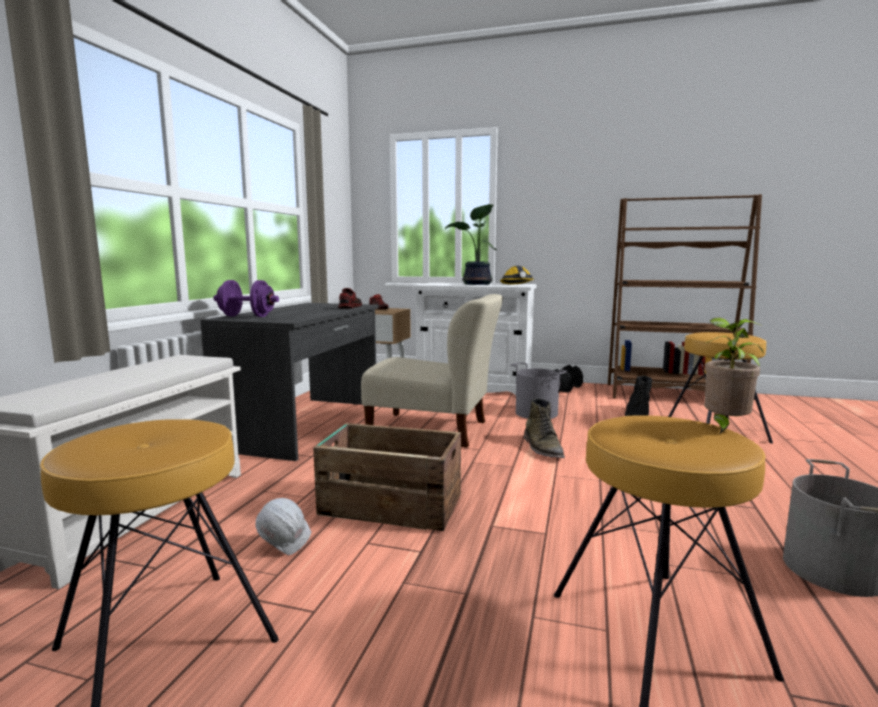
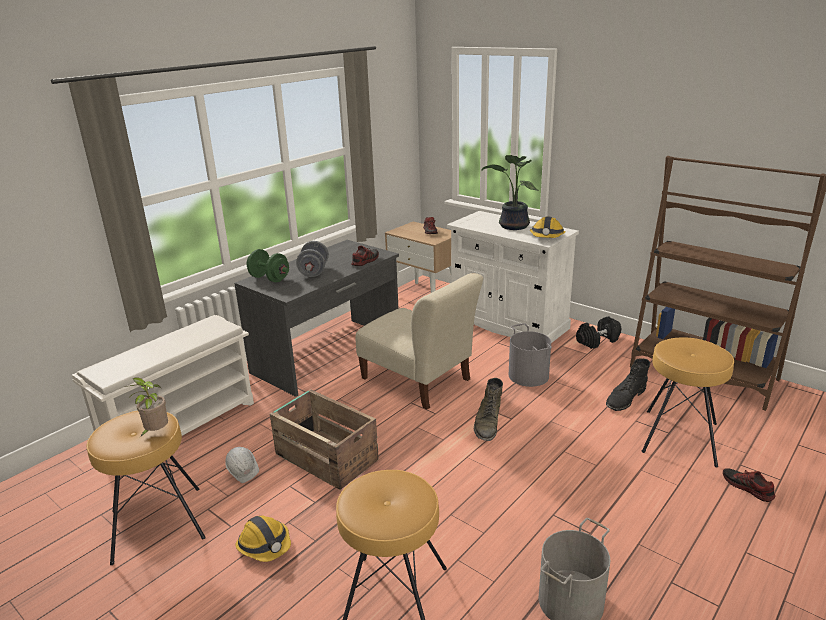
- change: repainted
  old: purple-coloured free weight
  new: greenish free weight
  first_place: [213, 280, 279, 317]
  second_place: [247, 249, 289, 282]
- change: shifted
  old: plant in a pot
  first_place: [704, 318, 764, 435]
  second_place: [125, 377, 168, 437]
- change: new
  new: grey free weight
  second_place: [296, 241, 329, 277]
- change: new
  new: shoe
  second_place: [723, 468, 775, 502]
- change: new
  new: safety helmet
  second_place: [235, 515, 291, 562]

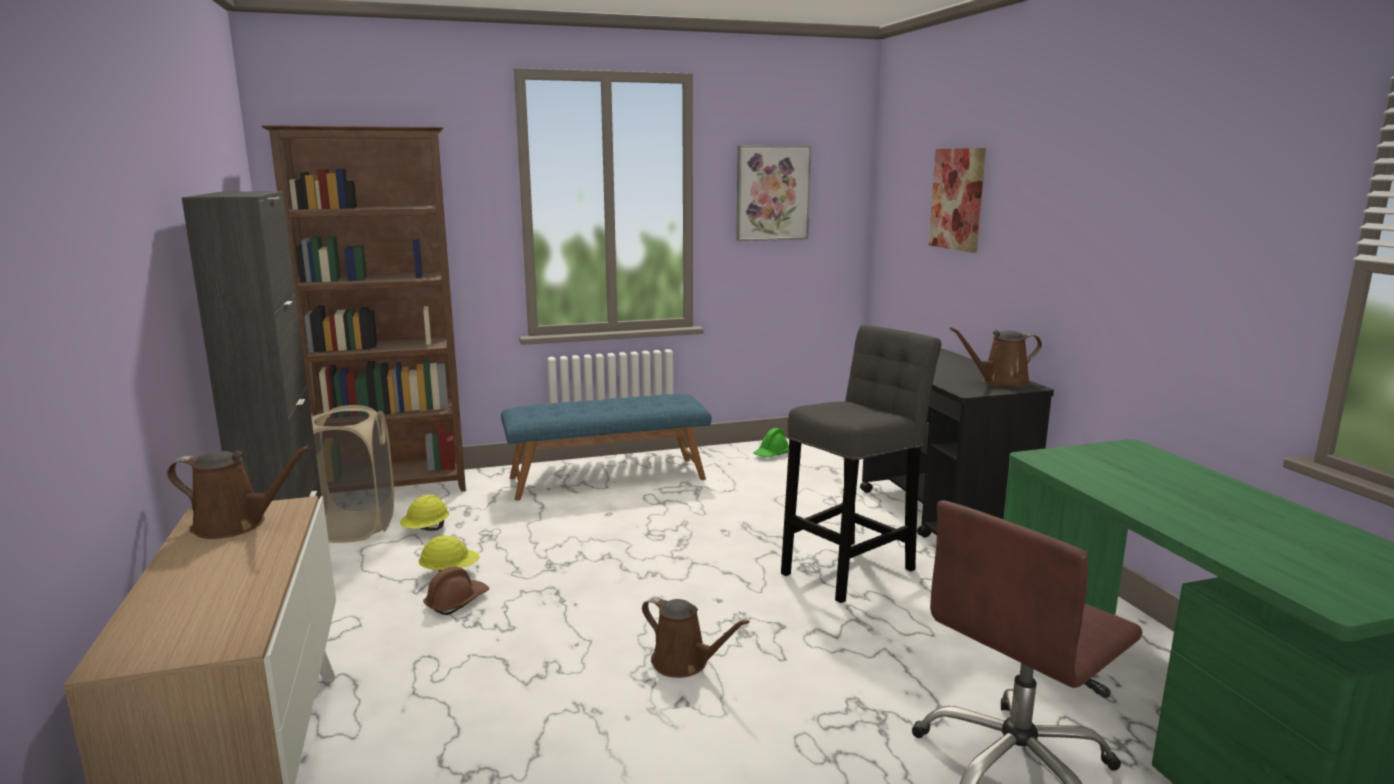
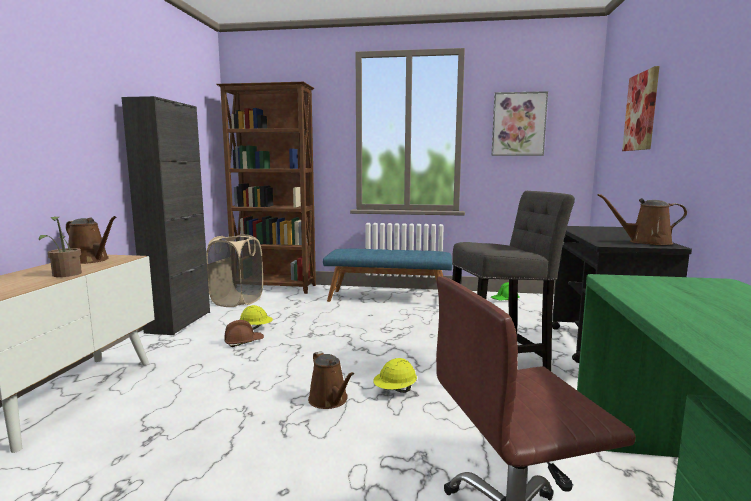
- change: shifted
  old: yellow safety helmet
  first_place: [400, 495, 449, 531]
  second_place: [373, 358, 417, 393]
- change: new
  new: plant in a pot
  second_place: [39, 216, 82, 277]

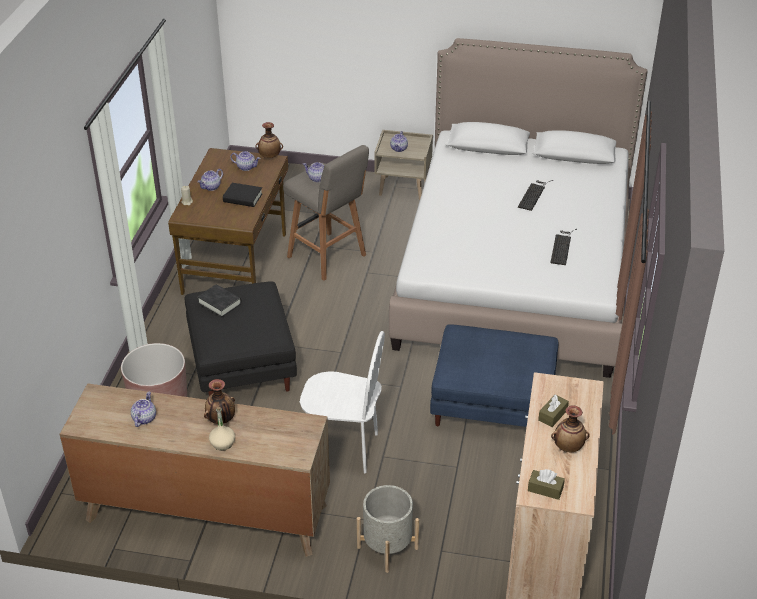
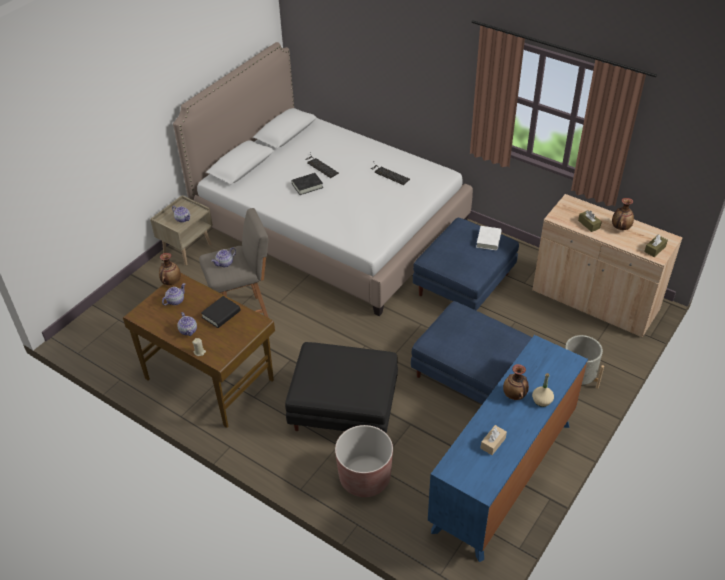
- change: shifted
  old: blackish book
  first_place: [197, 284, 241, 317]
  second_place: [291, 173, 323, 195]
- change: swapped
  old: white-coloured plain chair
  new: bluish pouffe
  first_place: [300, 331, 385, 473]
  second_place: [411, 301, 532, 404]
- change: repainted
  old: brown-coloured dresser
  new: bluish dresser
  first_place: [59, 383, 330, 557]
  second_place: [428, 335, 588, 562]
- change: swapped
  old: pot for tea
  new: sand-coloured tissue box
  first_place: [131, 392, 156, 427]
  second_place: [481, 425, 507, 455]
- change: new
  new: white-coloured book
  second_place: [476, 226, 502, 250]

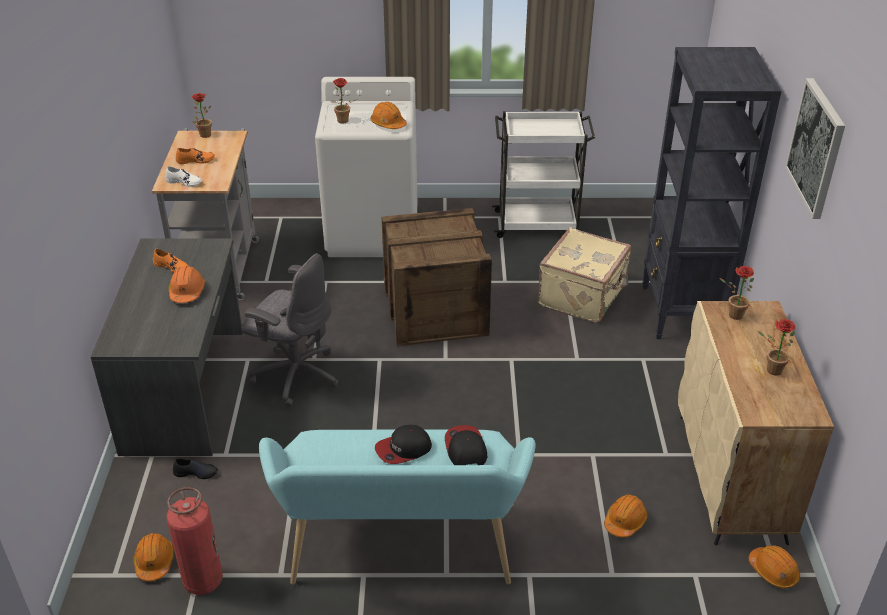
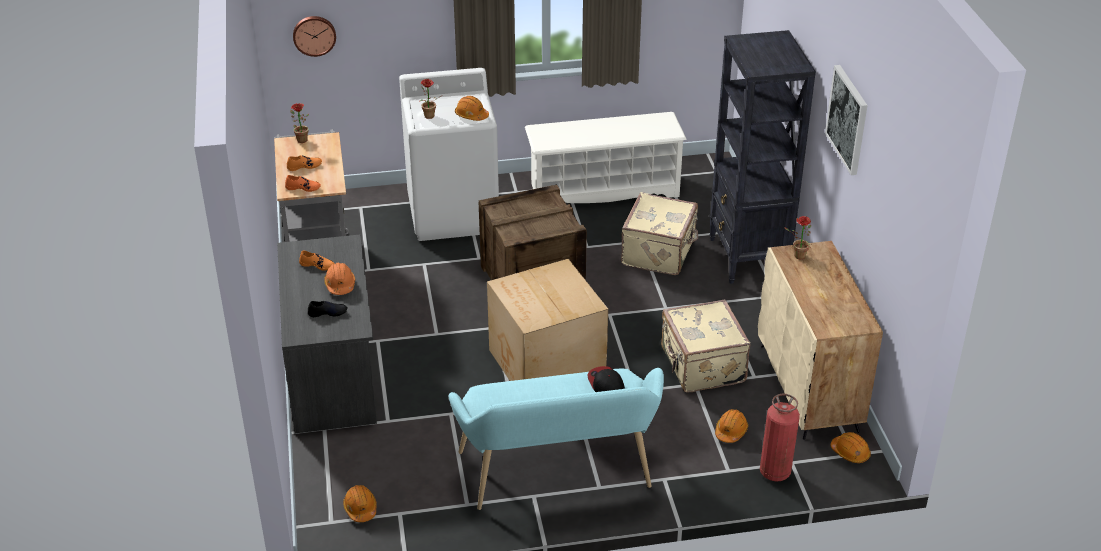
- change: swapped
  old: white-coloured trolley
  new: white-coloured shoe stand
  first_place: [492, 111, 595, 238]
  second_place: [525, 112, 687, 203]
- change: repainted
  old: white-coloured shoe
  new: orange shoe
  first_place: [165, 166, 202, 187]
  second_place: [285, 175, 321, 192]
- change: gone
  old: grey computer chair
  first_place: [241, 253, 339, 407]
- change: gone
  old: plant in a pot
  first_place: [757, 319, 795, 375]
- change: gone
  old: cap
  first_place: [375, 425, 432, 464]
- change: shifted
  old: blackish shoe
  first_place: [173, 459, 218, 479]
  second_place: [308, 301, 348, 317]
- change: shifted
  old: extinguisher
  first_place: [167, 487, 223, 595]
  second_place: [760, 394, 800, 481]
- change: new
  new: hanging clock
  second_place: [293, 16, 336, 57]
- change: new
  new: packing box
  second_place: [487, 259, 608, 381]
- change: new
  new: sand-coloured suitcase
  second_place: [661, 300, 751, 393]

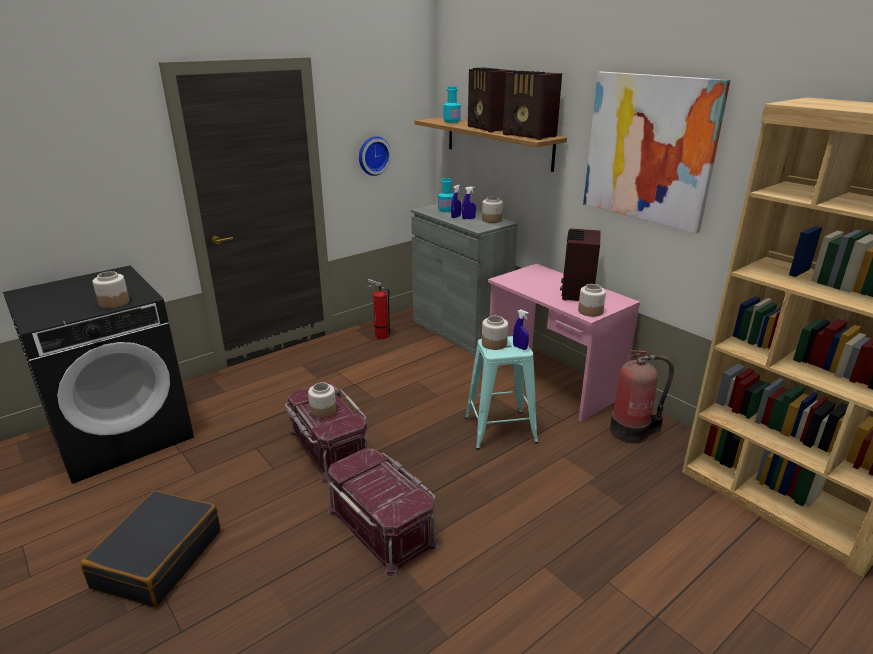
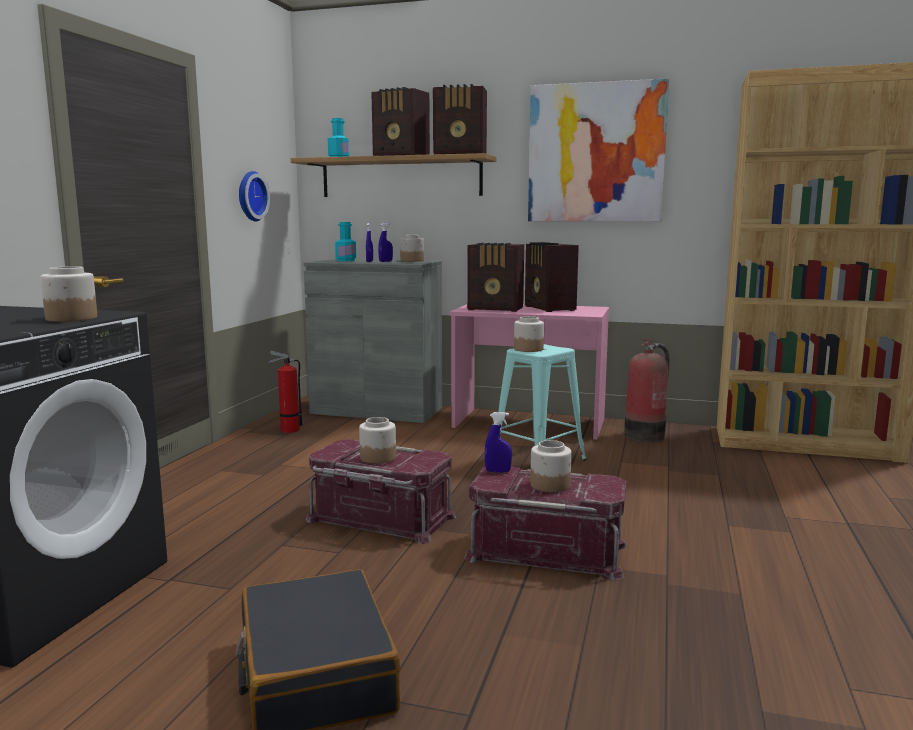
- change: shifted
  old: jar
  first_place: [578, 284, 606, 317]
  second_place: [530, 440, 572, 493]
- change: shifted
  old: bluish hand sprayer
  first_place: [513, 309, 529, 350]
  second_place: [485, 412, 512, 473]
- change: new
  new: radio set
  second_place: [467, 243, 524, 312]

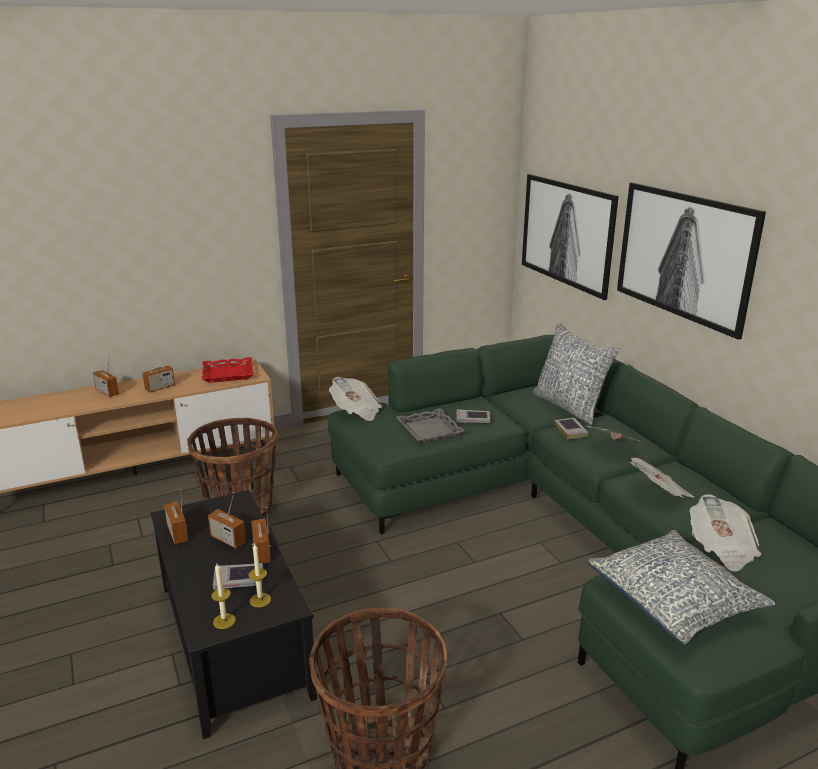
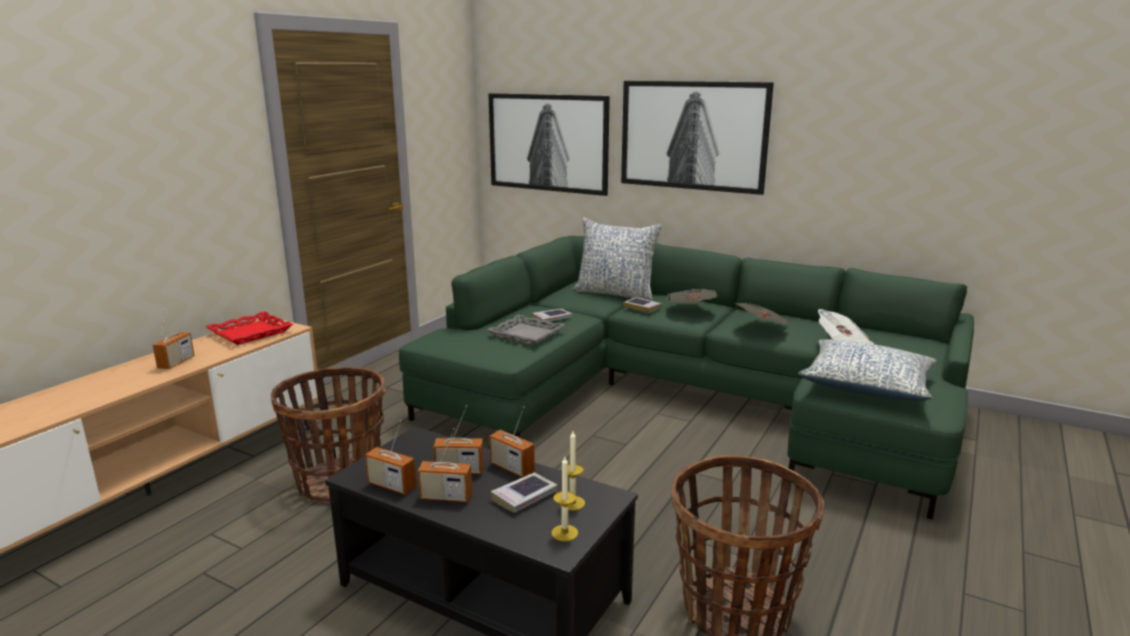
- change: shifted
  old: radio set
  first_place: [93, 354, 119, 397]
  second_place: [418, 428, 472, 502]
- change: gone
  old: printed paper
  first_place: [329, 377, 382, 421]

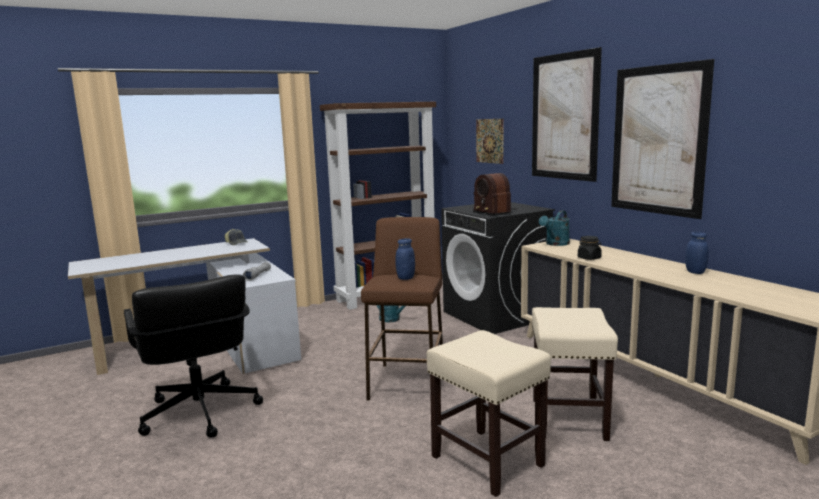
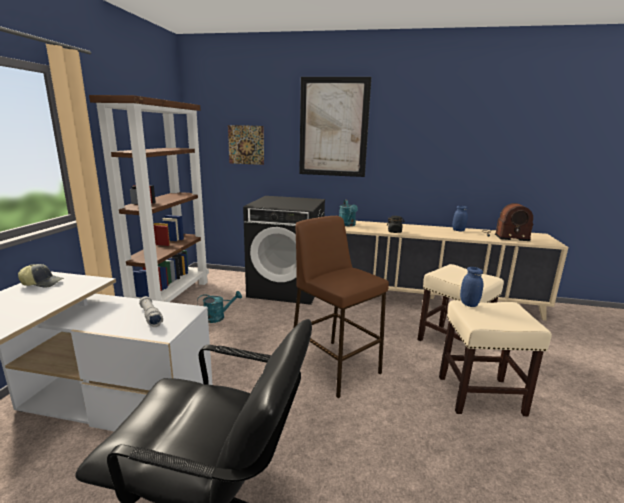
- change: gone
  old: wall art
  first_place: [611, 59, 714, 219]
- change: shifted
  old: radio set
  first_place: [473, 173, 518, 216]
  second_place: [486, 203, 533, 241]
- change: shifted
  old: bluish jar
  first_place: [395, 238, 415, 280]
  second_place: [460, 267, 483, 307]

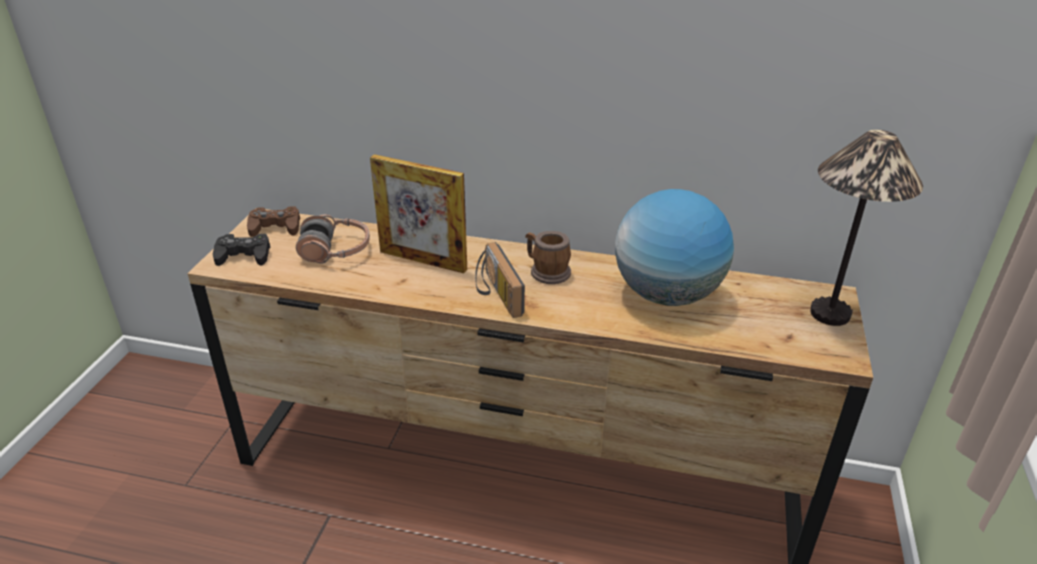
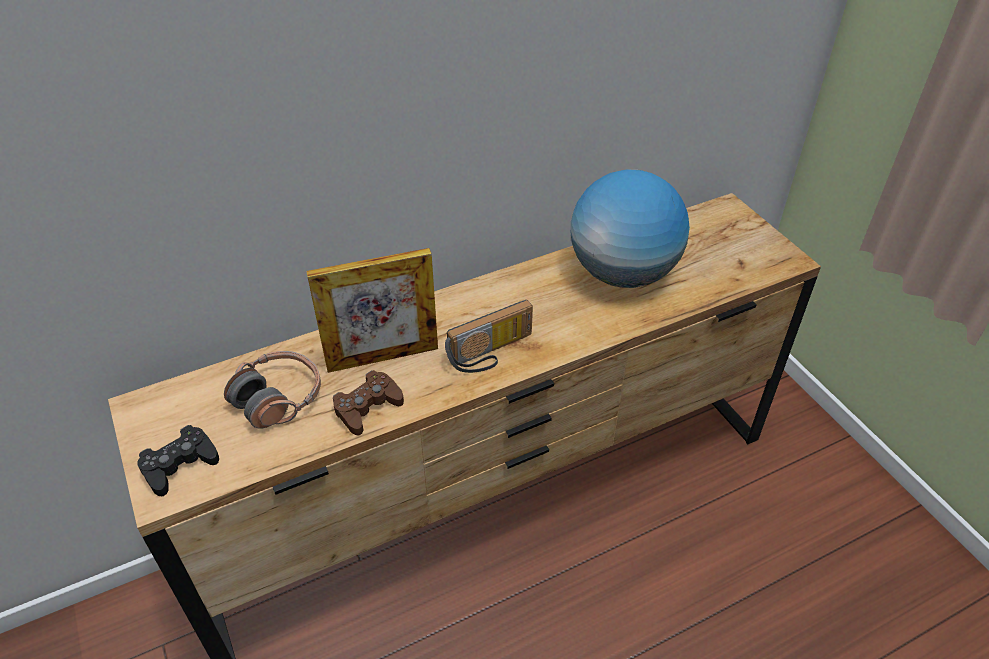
- change: gone
  old: table lamp
  first_place: [811, 130, 923, 326]
- change: shifted
  old: brown-coloured gamepad
  first_place: [247, 206, 300, 237]
  second_place: [333, 370, 404, 435]
- change: gone
  old: mug
  first_place: [525, 231, 571, 284]
- change: rotated
  old: radio set
  first_place: [475, 242, 525, 318]
  second_place: [445, 300, 533, 373]
  degrees: -60

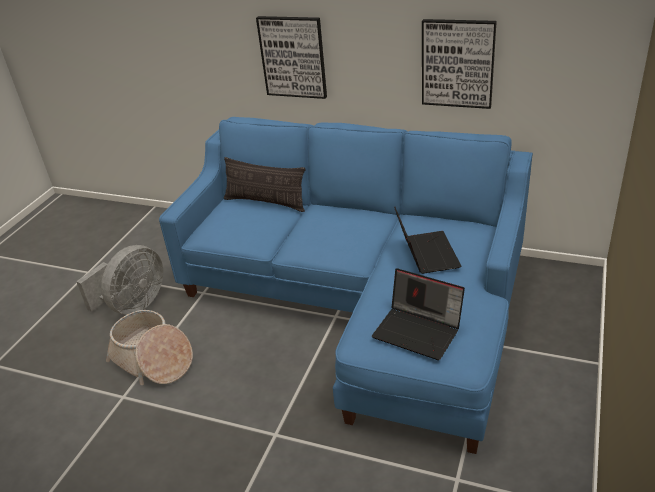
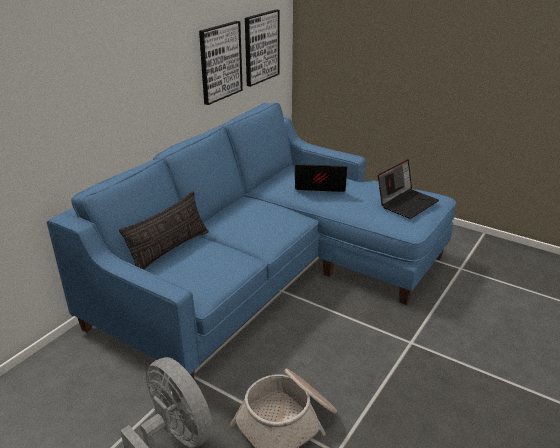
- change: shifted
  old: wall art
  first_place: [256, 16, 327, 99]
  second_place: [245, 10, 280, 87]

